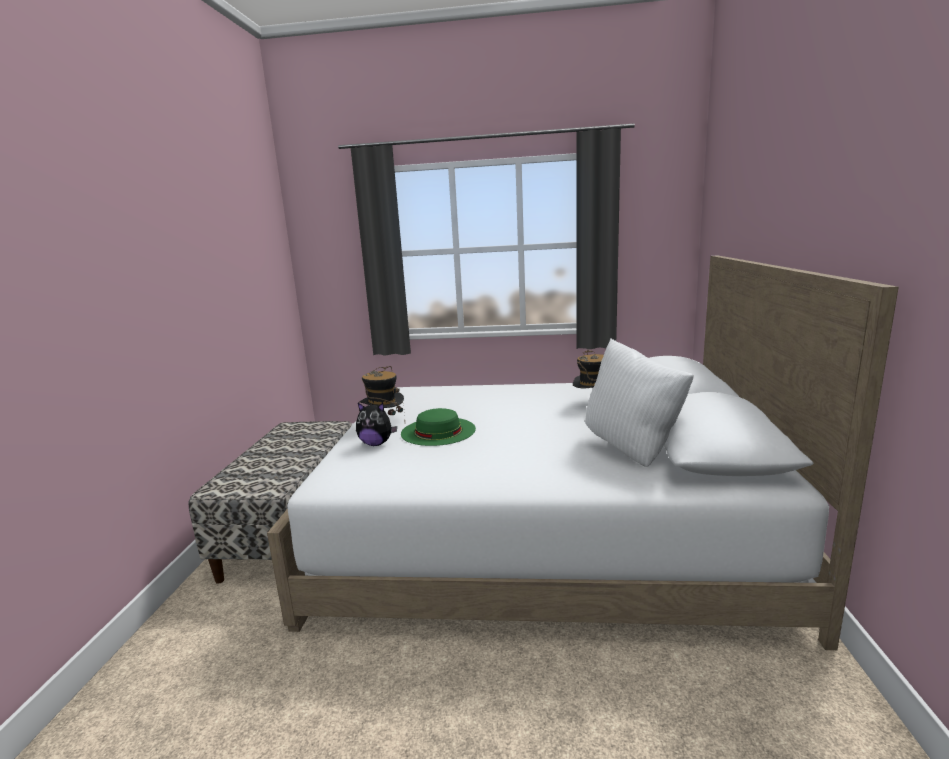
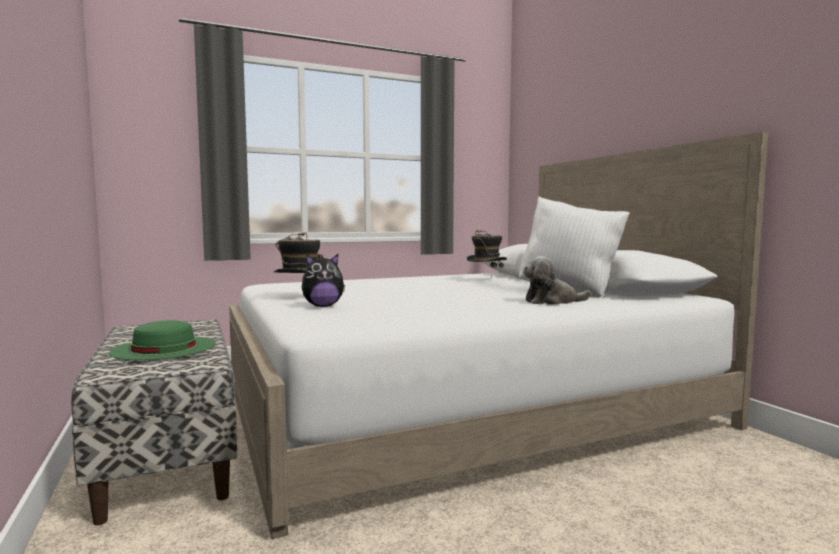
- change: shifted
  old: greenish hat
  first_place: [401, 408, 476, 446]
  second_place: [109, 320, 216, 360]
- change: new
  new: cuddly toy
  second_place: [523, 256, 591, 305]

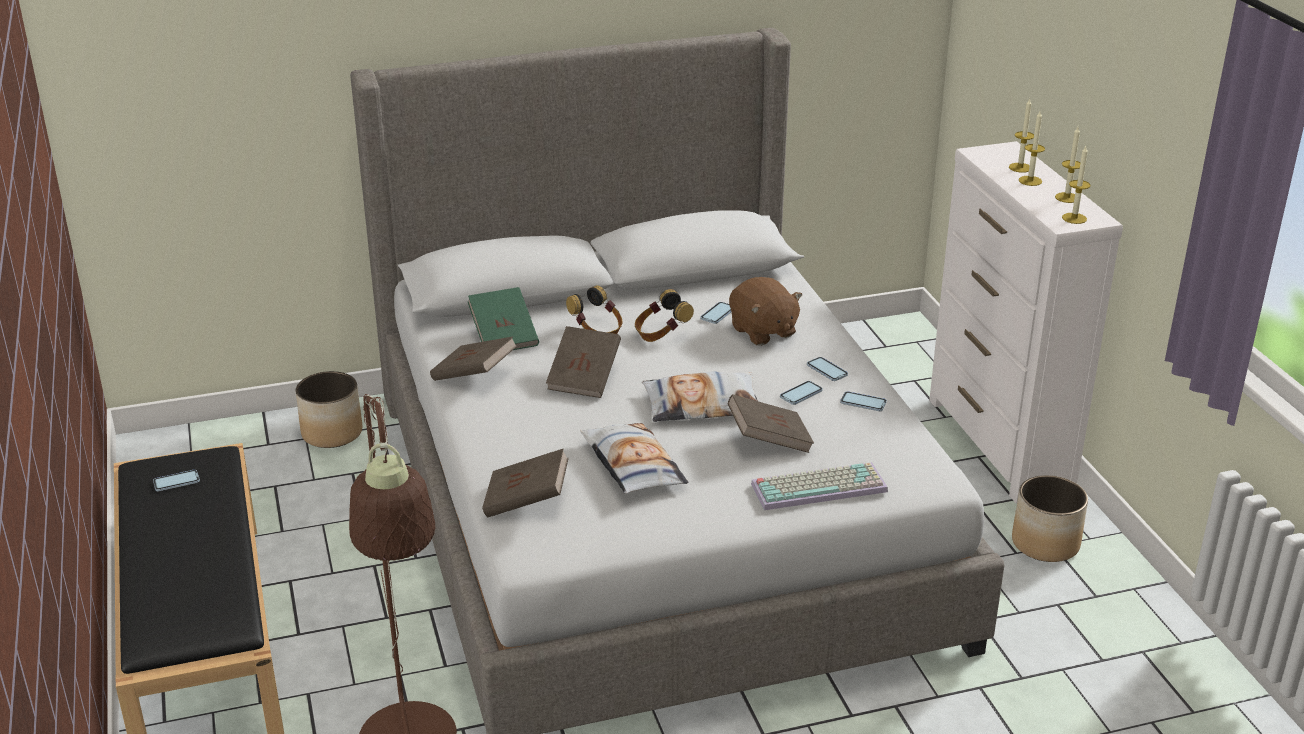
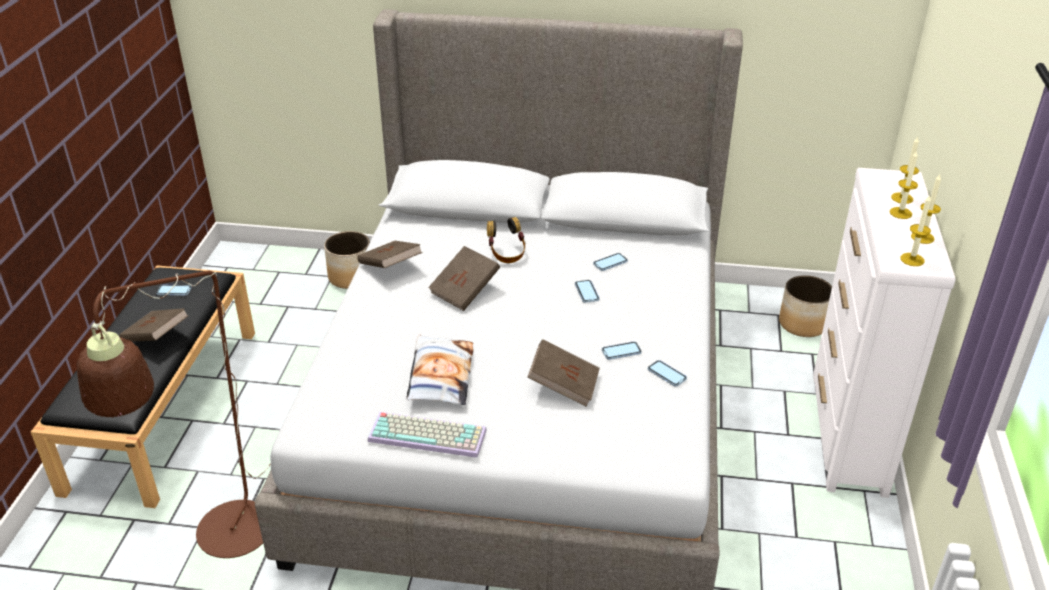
- change: gone
  old: brown-coloured cuddly toy
  first_place: [729, 277, 802, 346]
- change: gone
  old: greenish book
  first_place: [468, 287, 539, 350]
- change: gone
  old: headset
  first_place: [635, 289, 694, 342]
- change: shifted
  old: telephone
  first_place: [807, 357, 848, 381]
  second_place: [575, 280, 599, 303]
- change: gone
  old: throw pillow
  first_place: [642, 371, 758, 422]
- change: shifted
  old: brown-coloured book
  first_place: [482, 449, 569, 517]
  second_place: [119, 308, 189, 341]
- change: shifted
  old: keyboard
  first_place: [751, 462, 888, 510]
  second_place: [368, 412, 487, 458]
- change: shifted
  old: planter
  first_place: [1012, 475, 1088, 562]
  second_place: [779, 275, 832, 337]

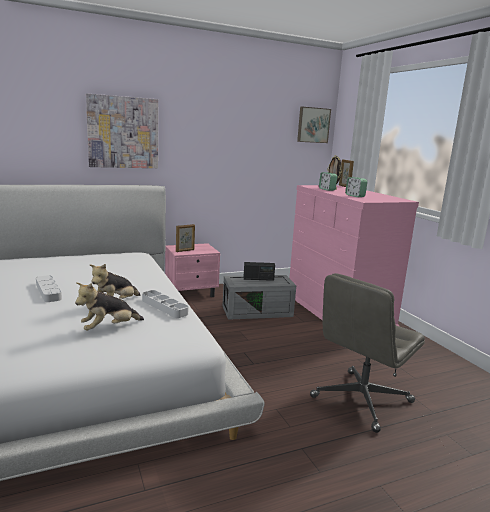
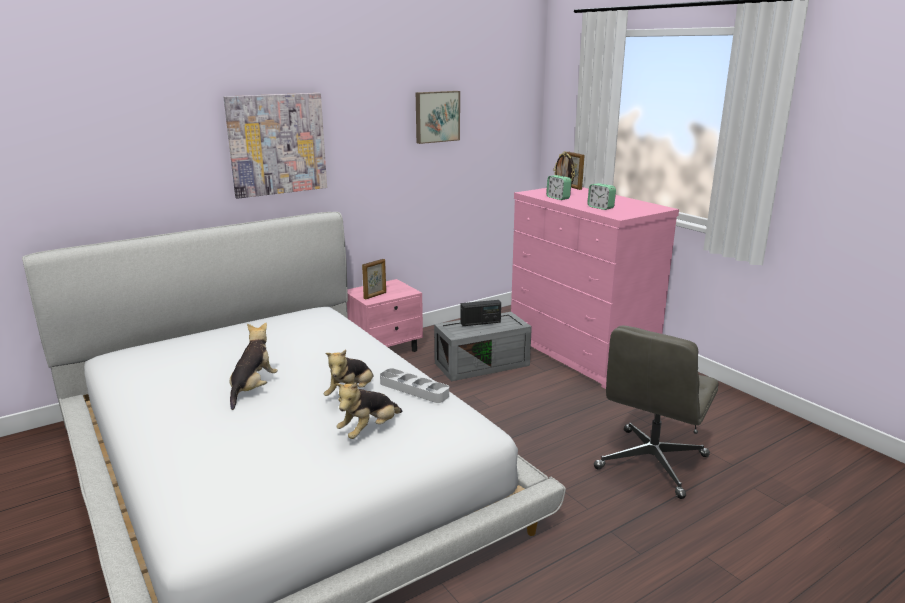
- change: shifted
  old: wall art
  first_place: [297, 107, 331, 143]
  second_place: [416, 91, 460, 144]
- change: swapped
  old: grey tray
  new: cuddly toy
  first_place: [36, 275, 62, 302]
  second_place: [230, 323, 278, 410]

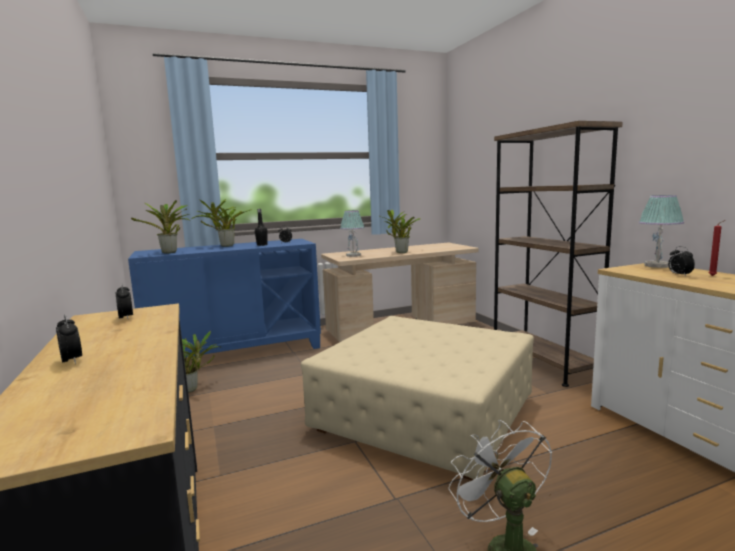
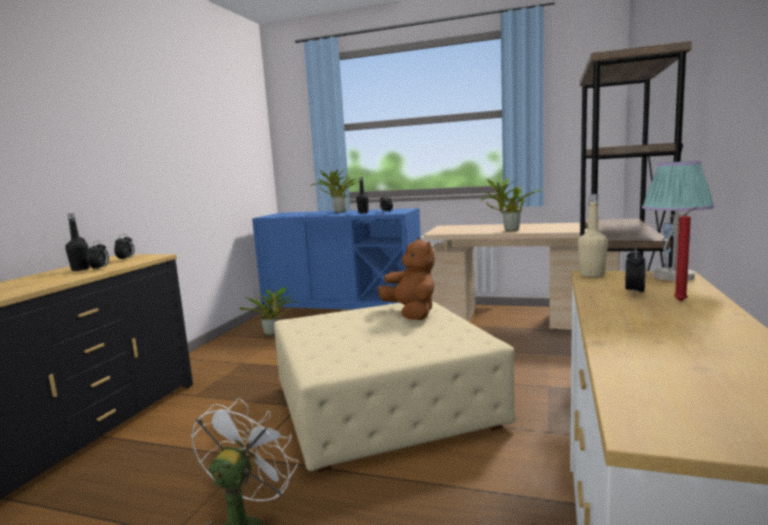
- change: gone
  old: plant in a pot
  first_place: [131, 200, 190, 253]
- change: gone
  old: table lamp
  first_place: [340, 210, 364, 257]
- change: shifted
  old: table clock
  first_place: [56, 314, 82, 364]
  second_place: [87, 241, 109, 270]
- change: new
  new: sand-coloured beverage bottle
  second_place: [578, 194, 608, 277]
- change: new
  new: blackish beverage bottle
  second_place: [65, 213, 90, 271]
- change: new
  new: brown-coloured cuddly toy
  second_place: [378, 238, 435, 320]

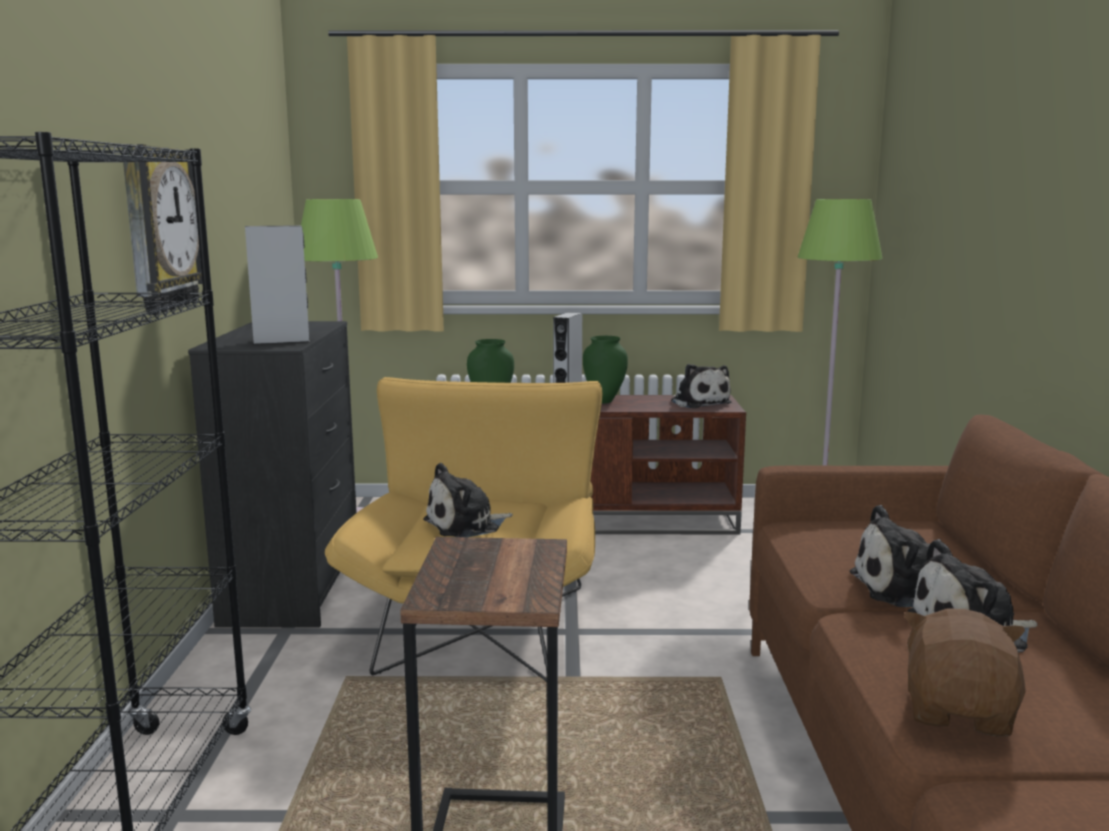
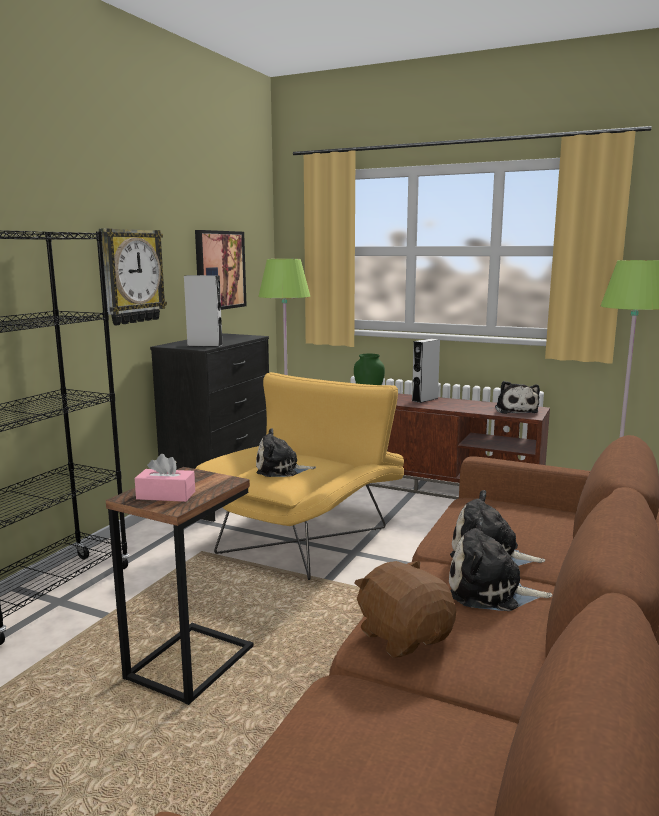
- change: gone
  old: greenish flower vase
  first_place: [583, 336, 628, 404]
- change: rotated
  old: brown-coloured cuddly toy
  first_place: [904, 609, 1025, 737]
  second_place: [354, 561, 456, 658]
  degrees: -75
- change: new
  new: wall art
  second_place: [195, 230, 247, 310]
- change: new
  new: pink tissue box
  second_place: [135, 454, 195, 502]

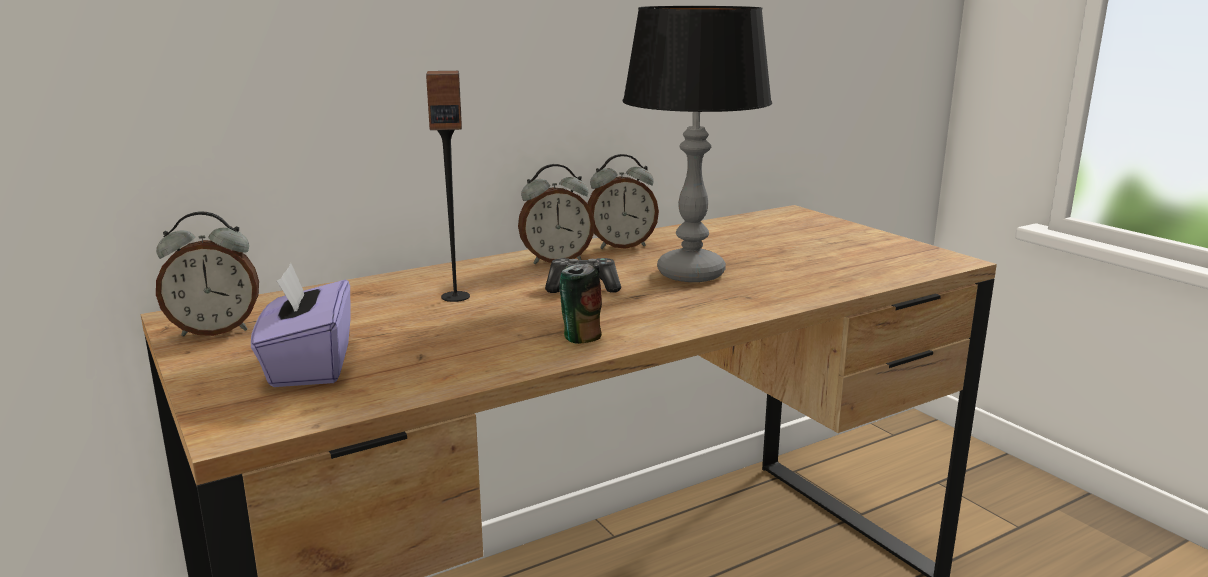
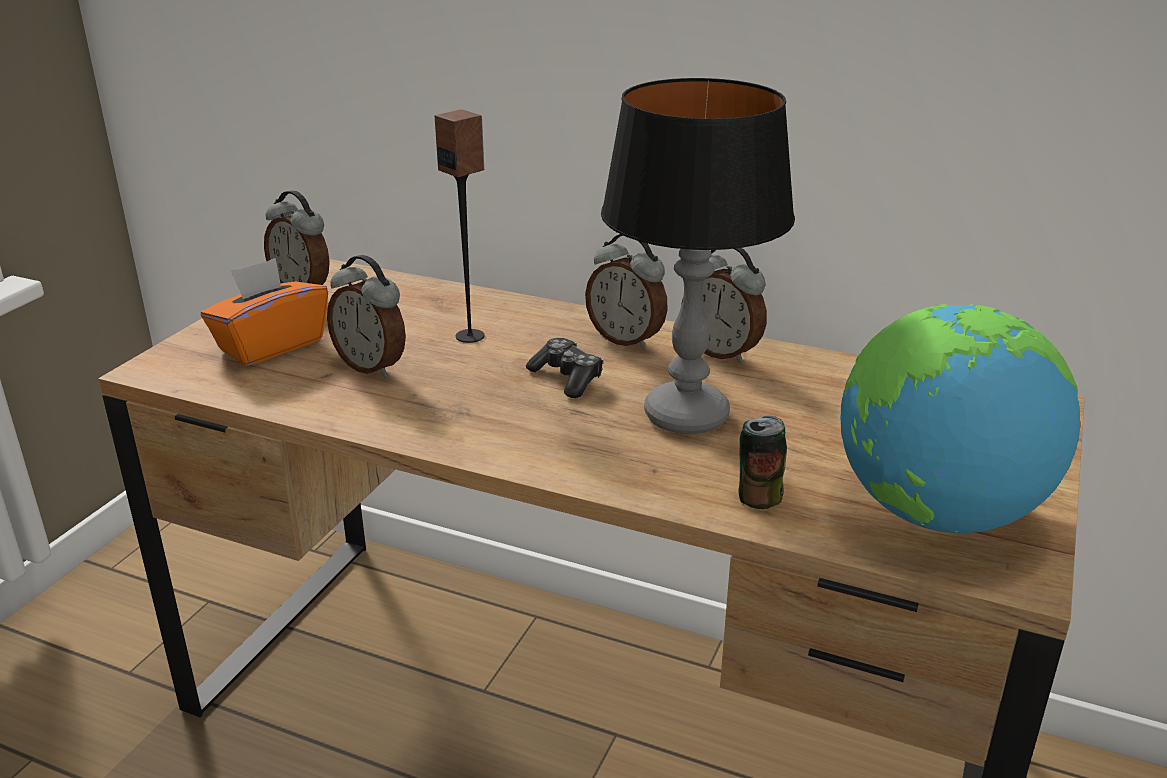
- change: repainted
  old: purple-coloured tissue box
  new: orange tissue box
  first_place: [251, 263, 350, 387]
  second_place: [201, 258, 328, 366]
- change: shifted
  old: can
  first_place: [560, 264, 602, 344]
  second_place: [738, 415, 787, 509]
- change: new
  new: table clock
  second_place: [327, 255, 406, 377]
- change: new
  new: globe
  second_place: [840, 304, 1080, 533]

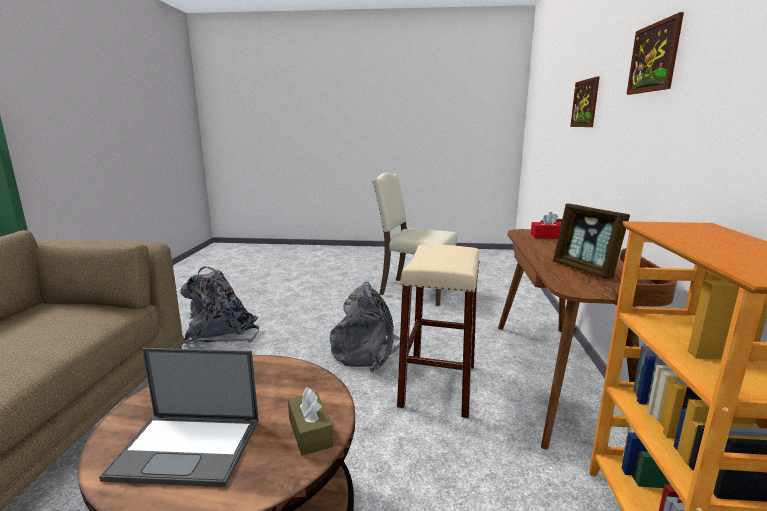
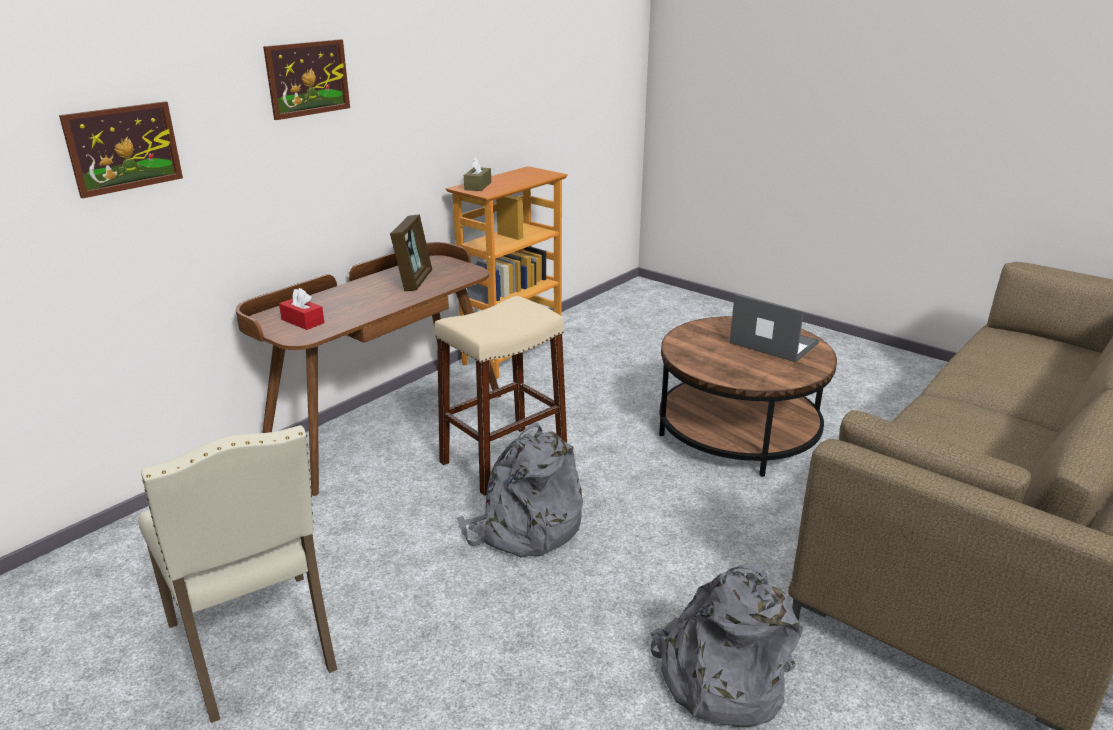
- change: shifted
  old: brown-coloured tissue box
  first_place: [288, 387, 333, 456]
  second_place: [464, 157, 491, 191]

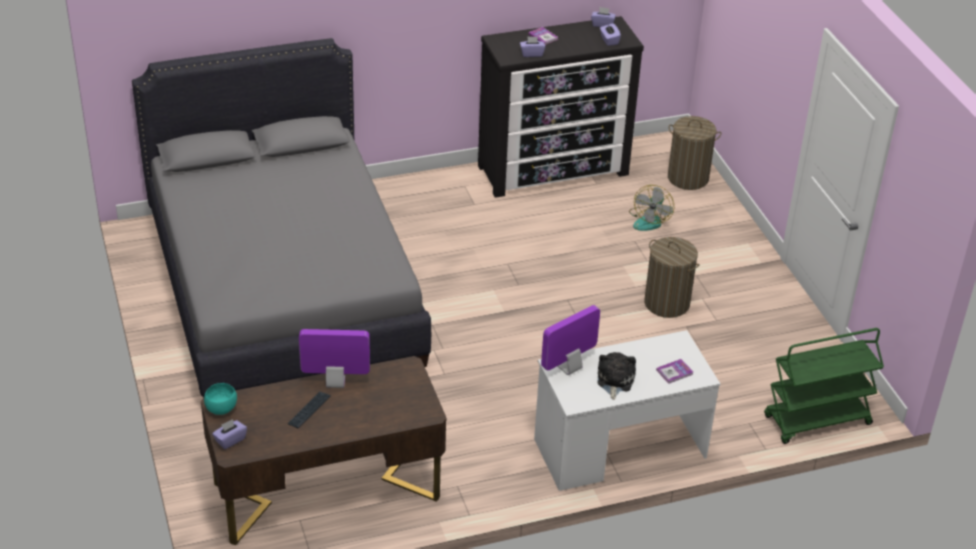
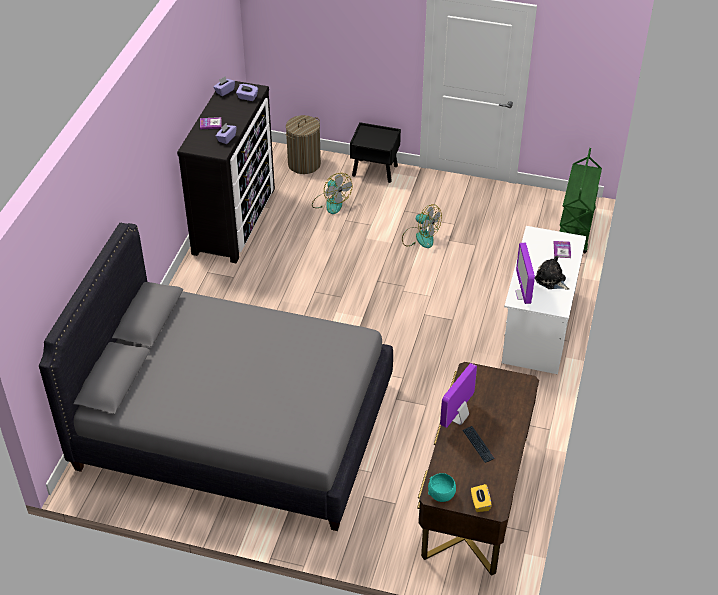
- change: swapped
  old: washing basket
  new: electric fan
  first_place: [644, 237, 700, 318]
  second_place: [402, 204, 442, 248]
- change: repainted
  old: purple-coloured tissue box
  new: yellow tissue box
  first_place: [212, 419, 247, 449]
  second_place: [471, 484, 492, 512]
- change: new
  new: blackish bedside table
  second_place: [350, 122, 401, 183]

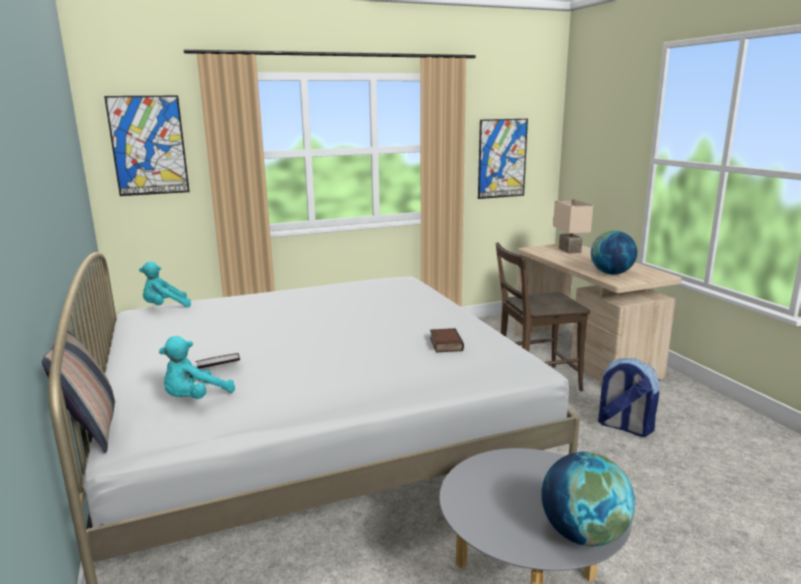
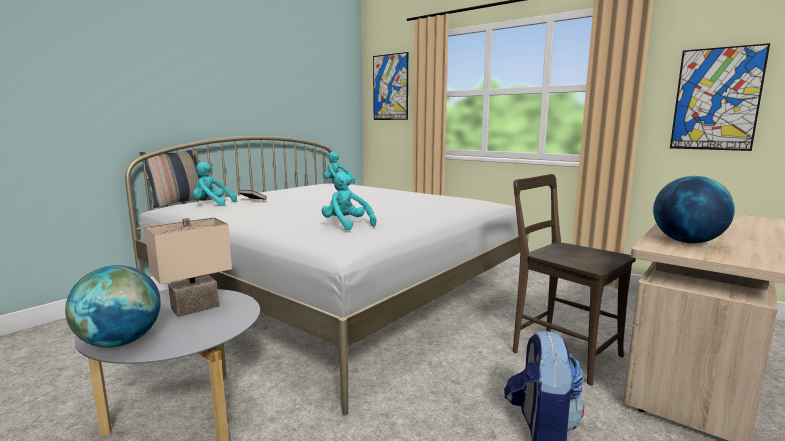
- change: shifted
  old: sand-coloured table lamp
  first_place: [553, 199, 593, 254]
  second_place: [144, 217, 232, 317]
- change: swapped
  old: book
  new: turquoise-coloured cuddly toy
  first_place: [430, 328, 464, 352]
  second_place: [321, 172, 376, 230]

